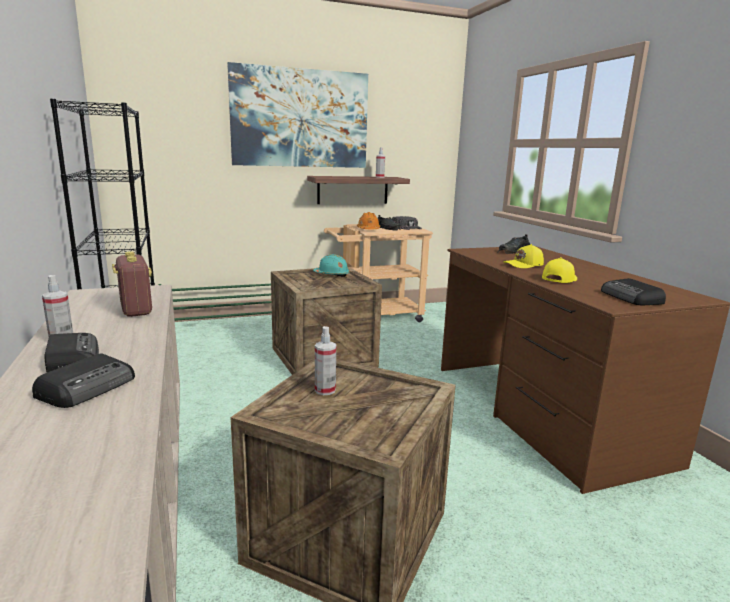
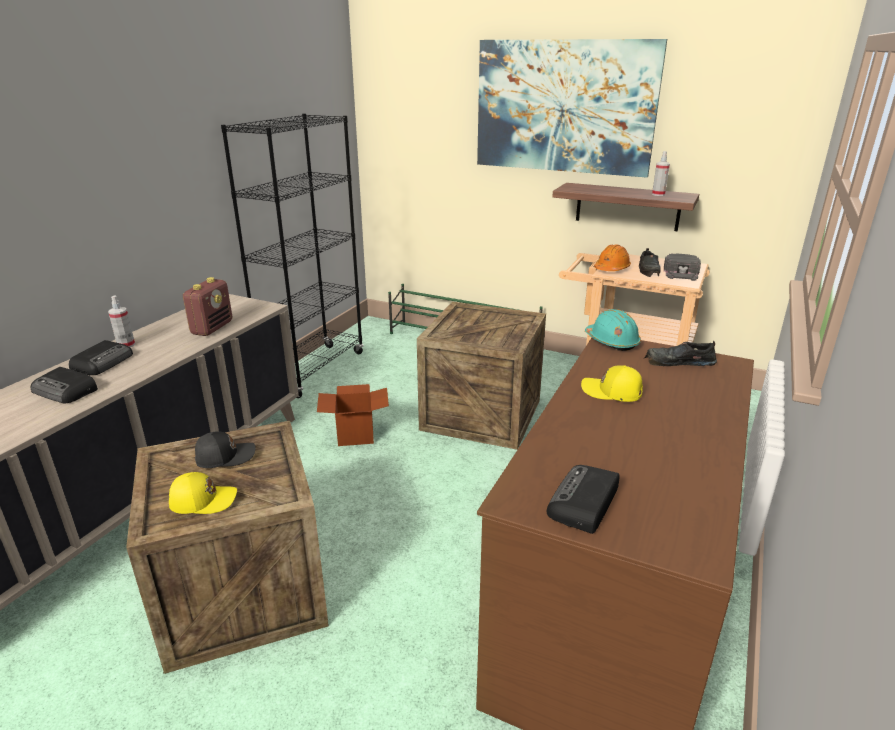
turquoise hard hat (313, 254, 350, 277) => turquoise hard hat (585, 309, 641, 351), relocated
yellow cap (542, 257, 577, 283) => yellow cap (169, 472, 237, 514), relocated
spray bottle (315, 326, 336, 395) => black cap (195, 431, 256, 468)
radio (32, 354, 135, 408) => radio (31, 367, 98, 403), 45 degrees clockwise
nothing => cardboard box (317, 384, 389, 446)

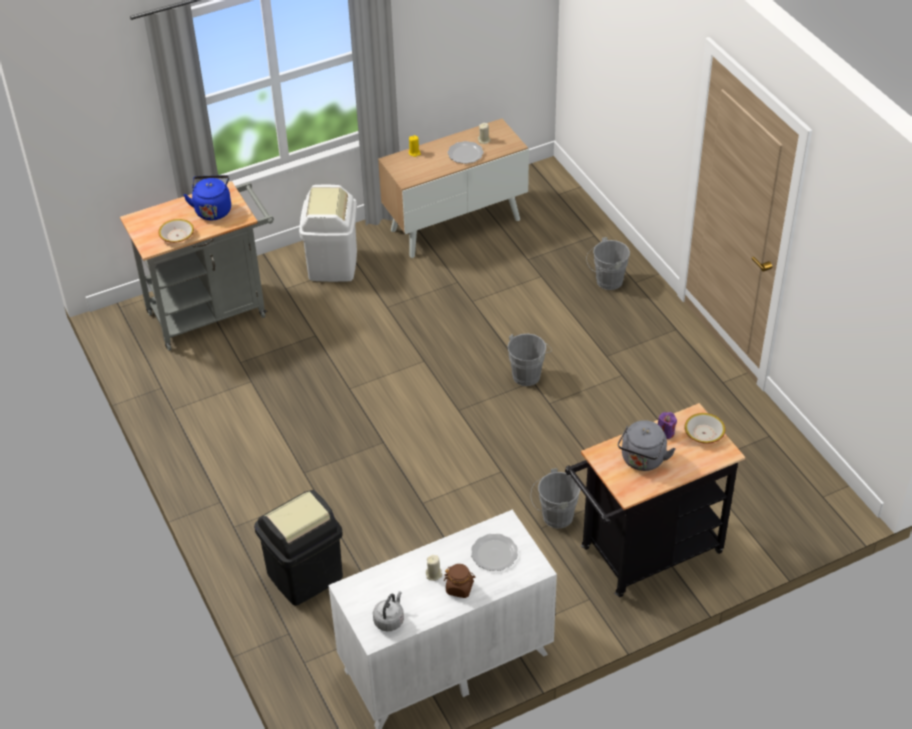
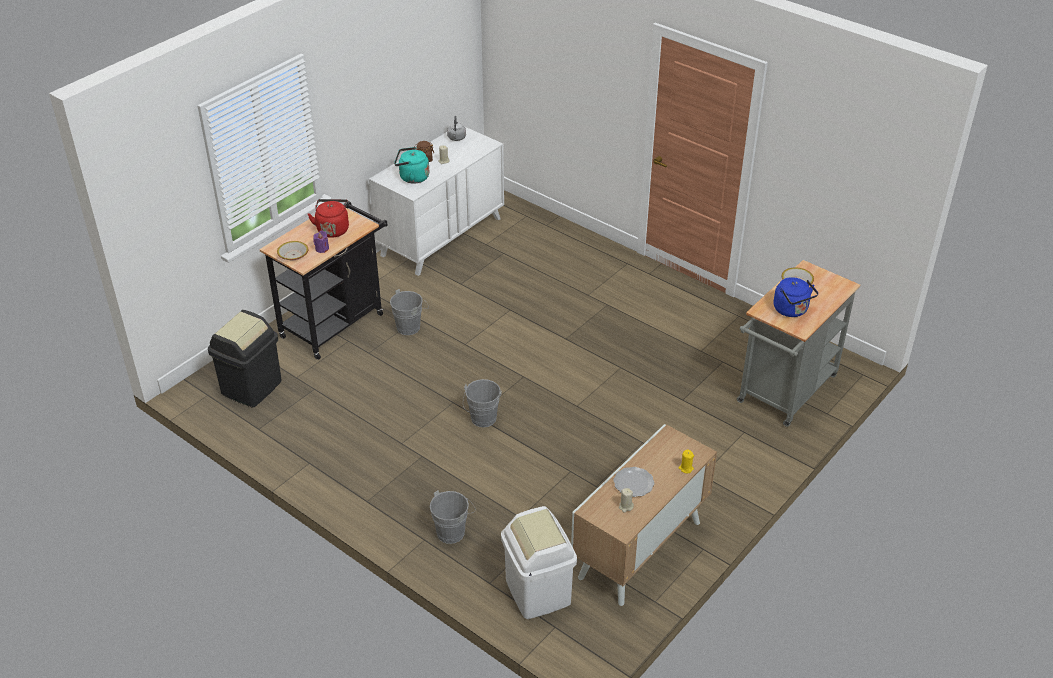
white trash can (299, 184, 357, 282) => white trash can (501, 506, 577, 619), relocated
grey kettle (618, 420, 676, 471) => red kettle (308, 199, 349, 238)
black trash can (254, 490, 343, 606) => black trash can (208, 310, 282, 408), relocated
plate (471, 534, 518, 571) => turquoise kettle (394, 147, 430, 184)

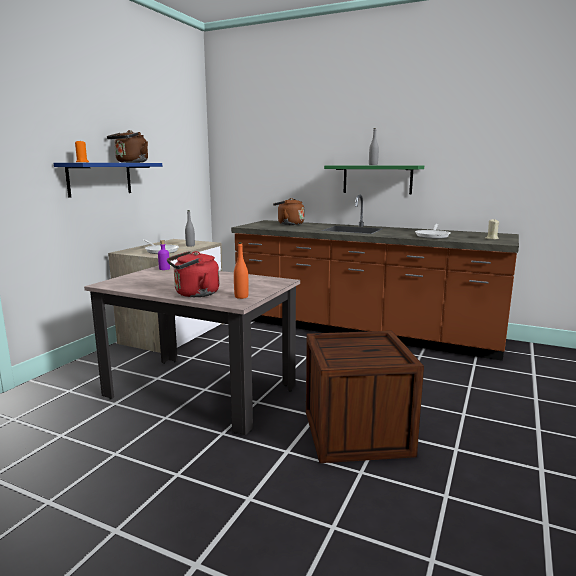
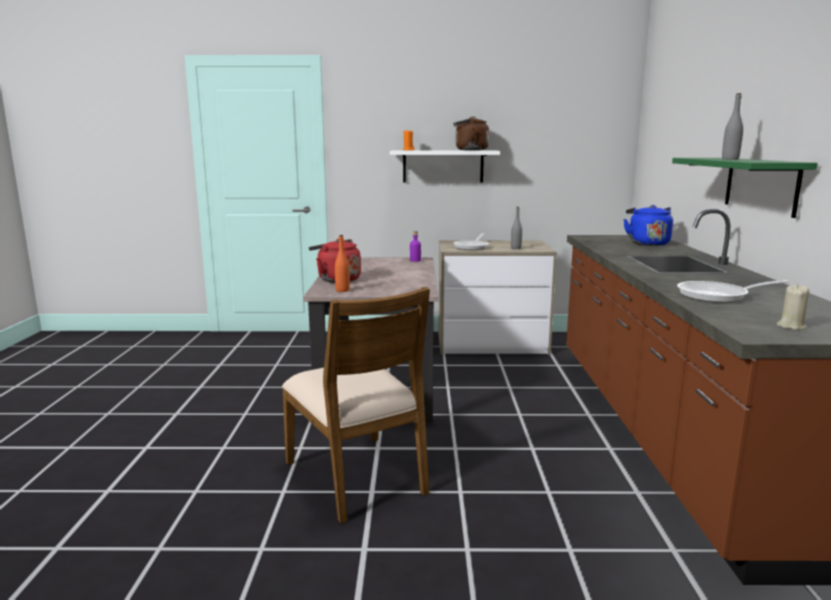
blue shelf (54, 163, 162, 198) => white shelf (390, 150, 500, 182)
brown kettle (273, 198, 304, 225) => blue kettle (623, 205, 673, 246)
crate (306, 331, 424, 463) => brown chair (282, 287, 430, 524)

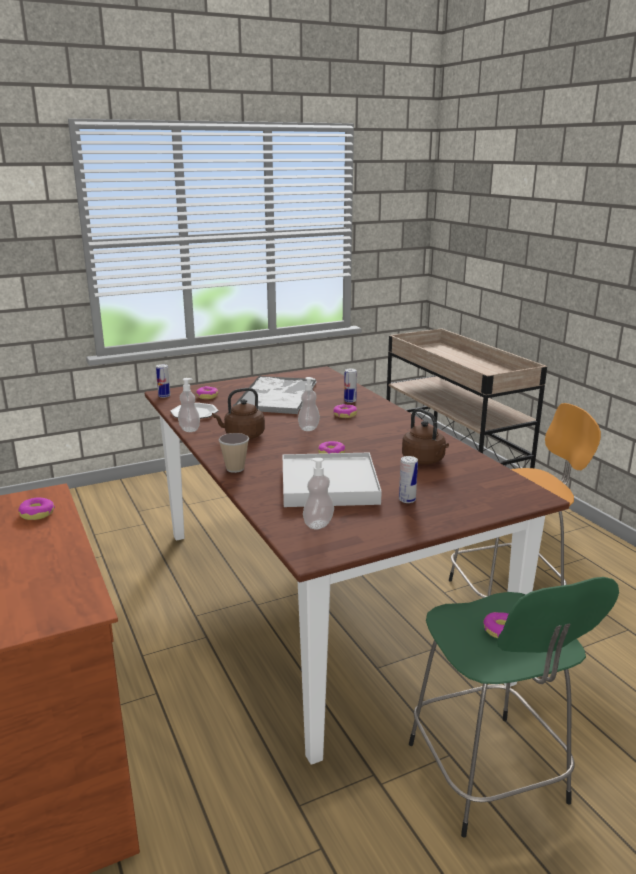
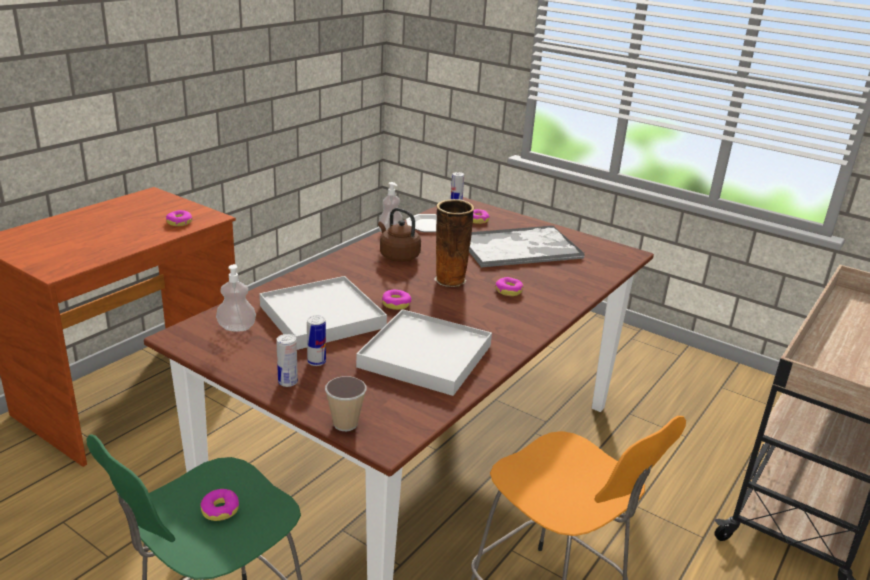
can (344, 369, 357, 403) => can (276, 334, 298, 387), relocated
soap dispenser (298, 377, 320, 431) => vase (434, 199, 474, 287)
brown kettle (402, 408, 449, 465) => white tray (356, 309, 492, 396)
cup (219, 433, 249, 473) => cup (325, 376, 366, 431), relocated

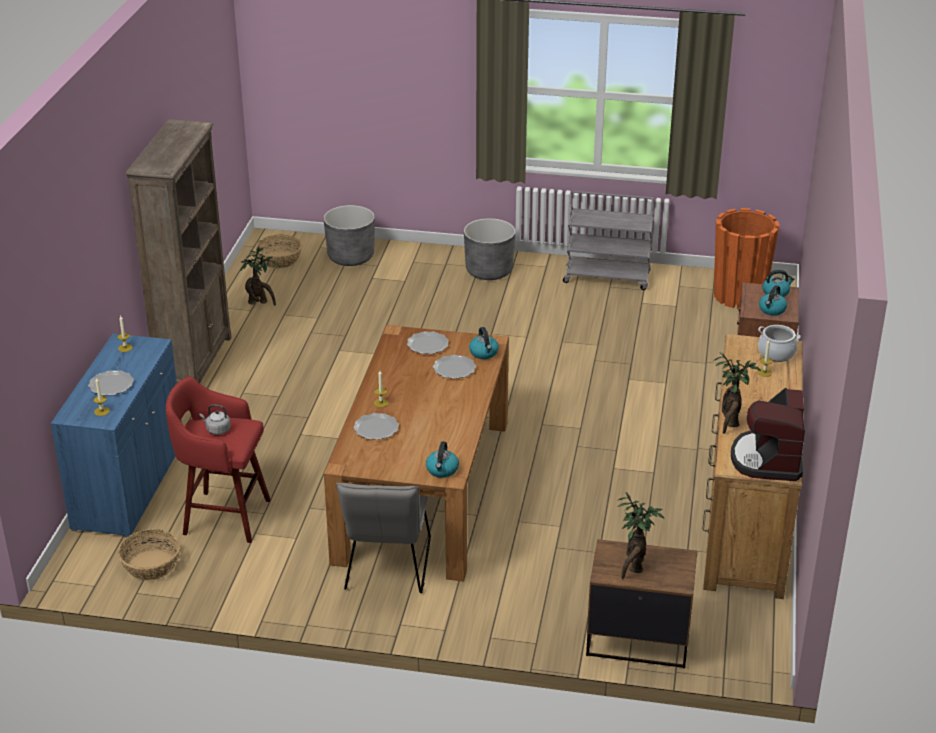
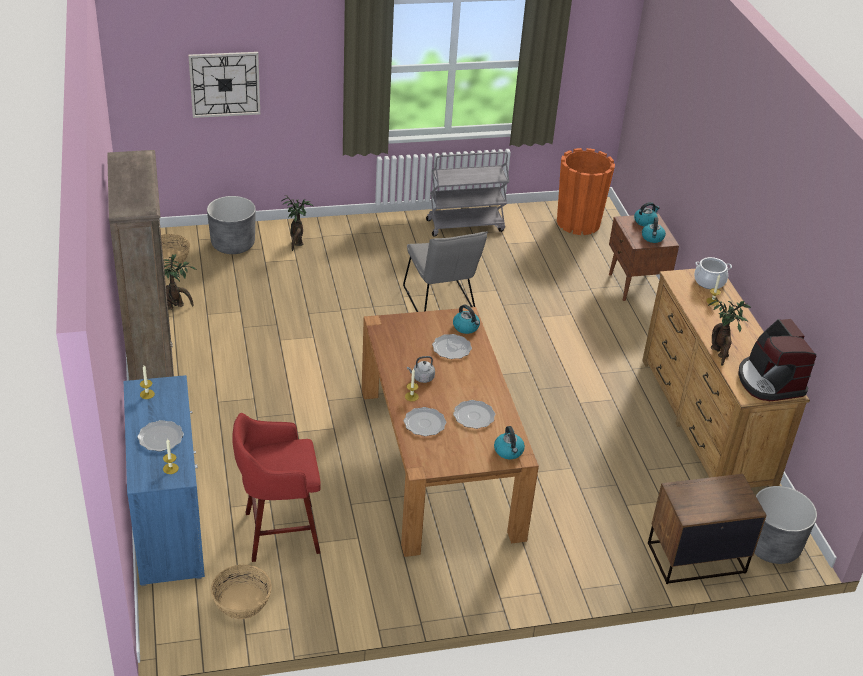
grey planter (464, 218, 516, 280) => grey planter (754, 486, 817, 564), relocated
plate (407, 331, 449, 354) => plate (453, 400, 495, 429), relocated
grey kettle (200, 405, 231, 435) => grey kettle (407, 356, 435, 383), relocated
grey chair (336, 483, 431, 593) => grey chair (403, 231, 488, 312), relocated
potted plant (618, 492, 664, 579) => potted plant (282, 195, 313, 251), relocated
nothing => wall clock (188, 52, 260, 118)

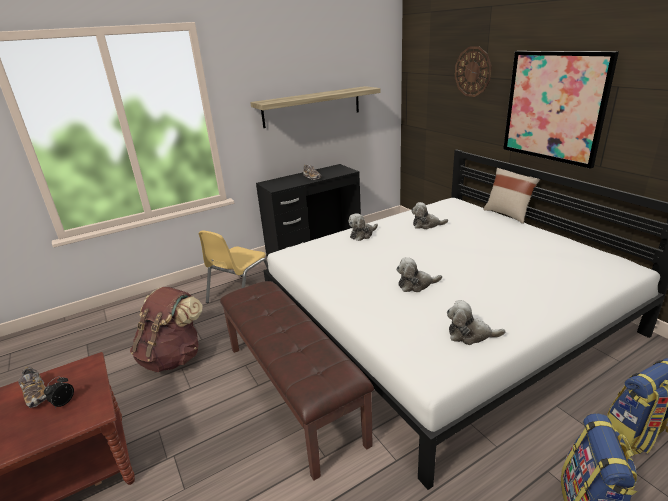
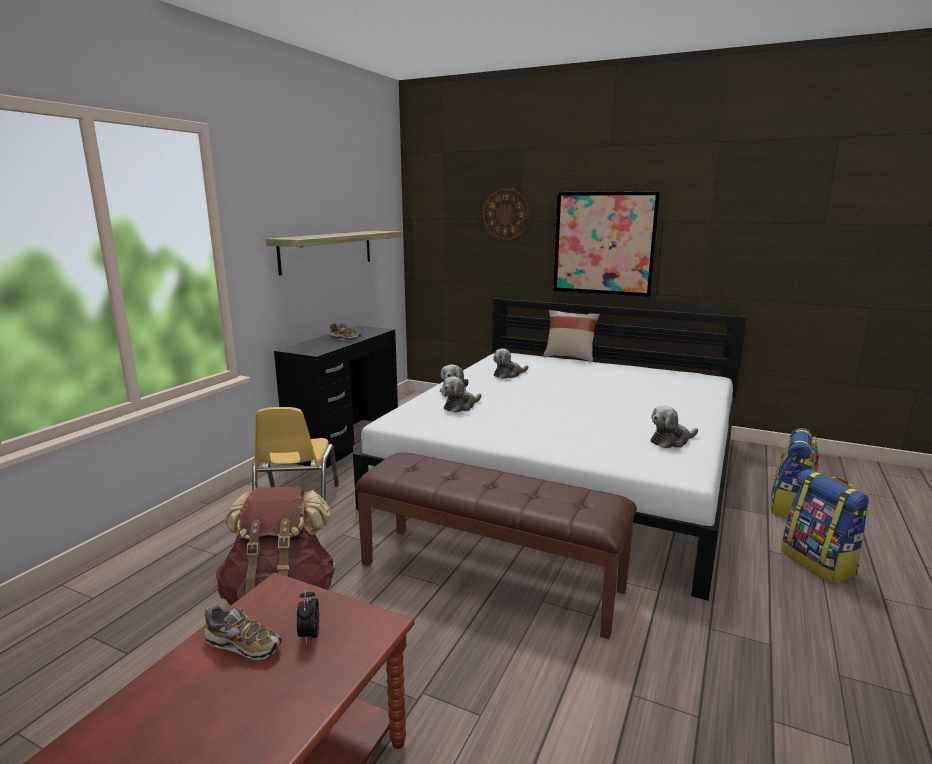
plush toy (396, 257, 442, 292) => plush toy (443, 376, 482, 413), relocated

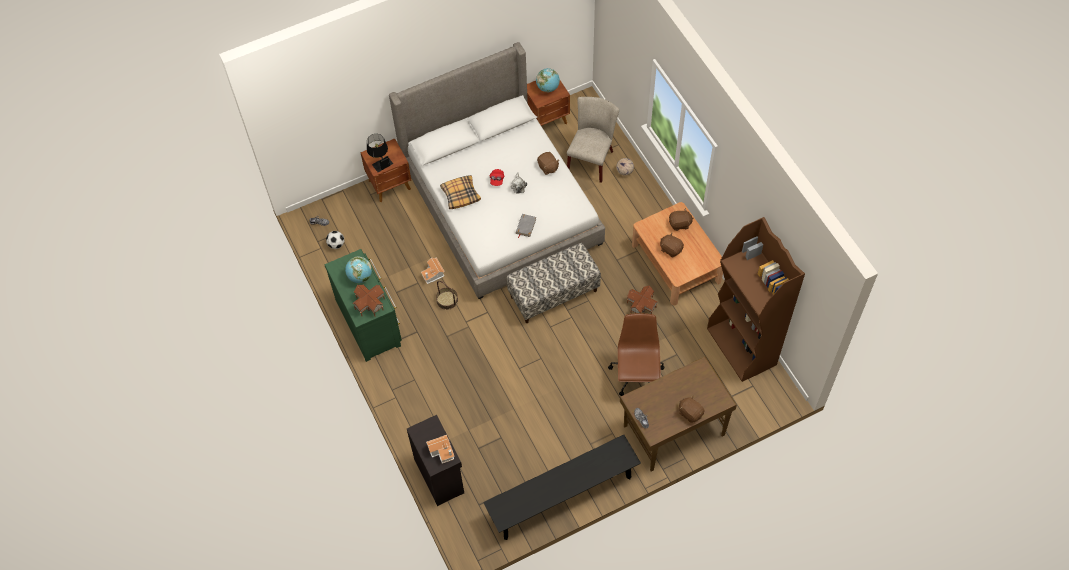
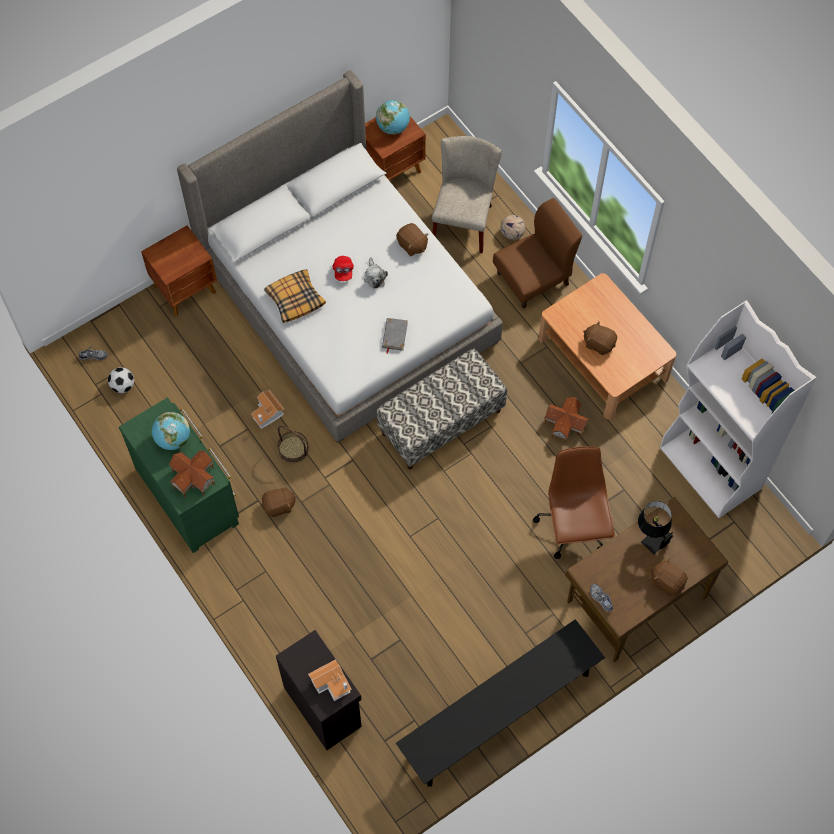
black table lamp (367, 134, 393, 172) => black table lamp (638, 501, 674, 554), relocated
brown plush toy (669, 208, 694, 231) => brown plush toy (262, 484, 297, 517), relocated
brown bookcase (707, 217, 805, 382) => white bookcase (660, 300, 816, 518)
nothing => brown chair (493, 198, 582, 309)

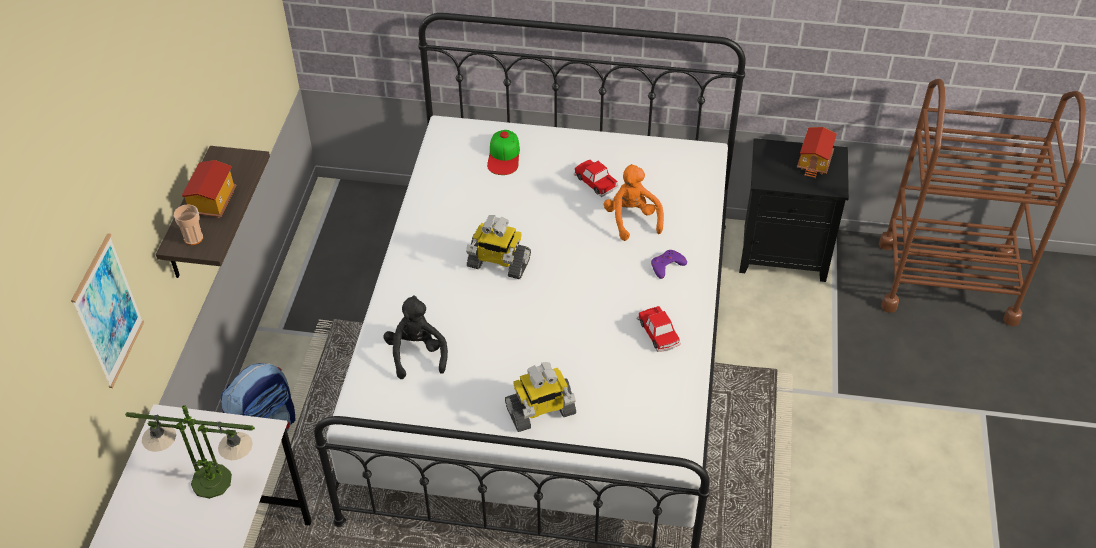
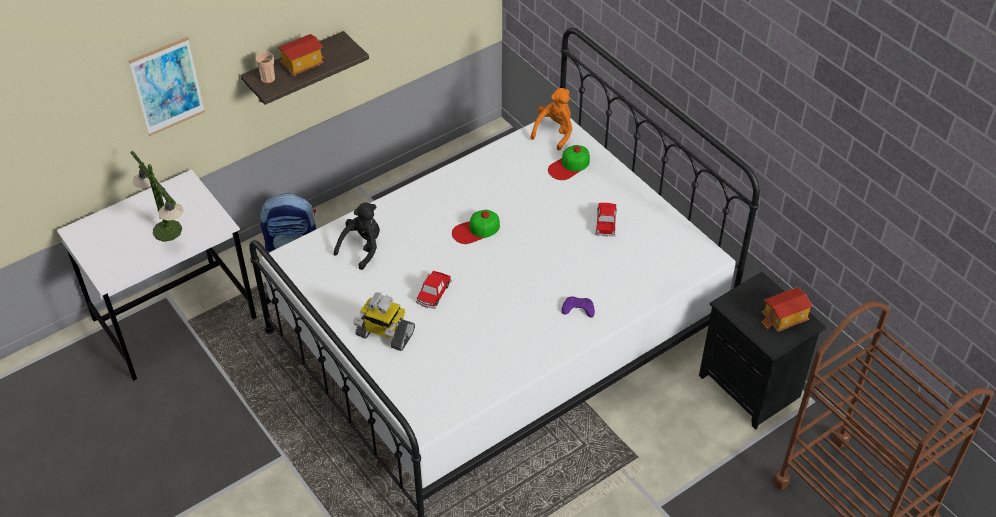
orange plush toy (604, 164, 664, 241) => orange plush toy (530, 88, 572, 150), relocated
toy robot (466, 215, 531, 279) => cap (452, 210, 500, 244)
toy car (637, 306, 680, 352) => toy car (416, 271, 452, 309), relocated

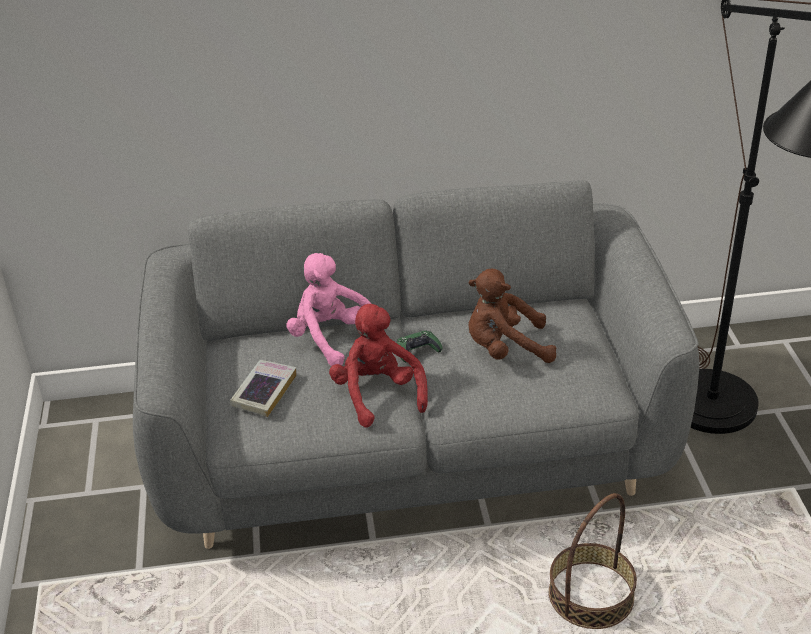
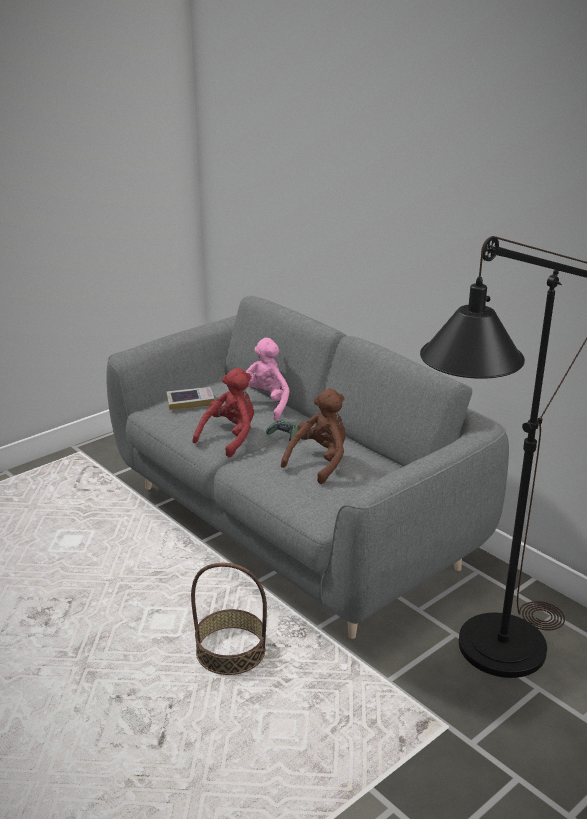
brown plush toy (468, 268, 556, 363) => brown plush toy (281, 389, 346, 484), 75 degrees clockwise

